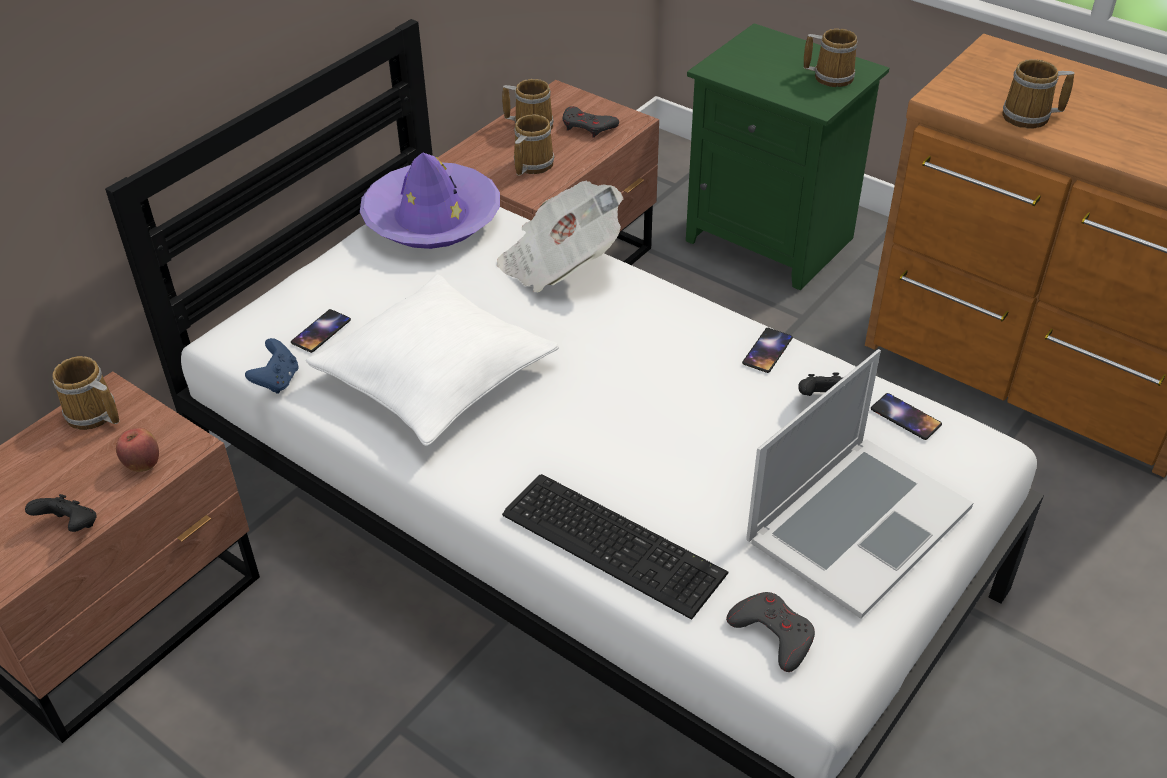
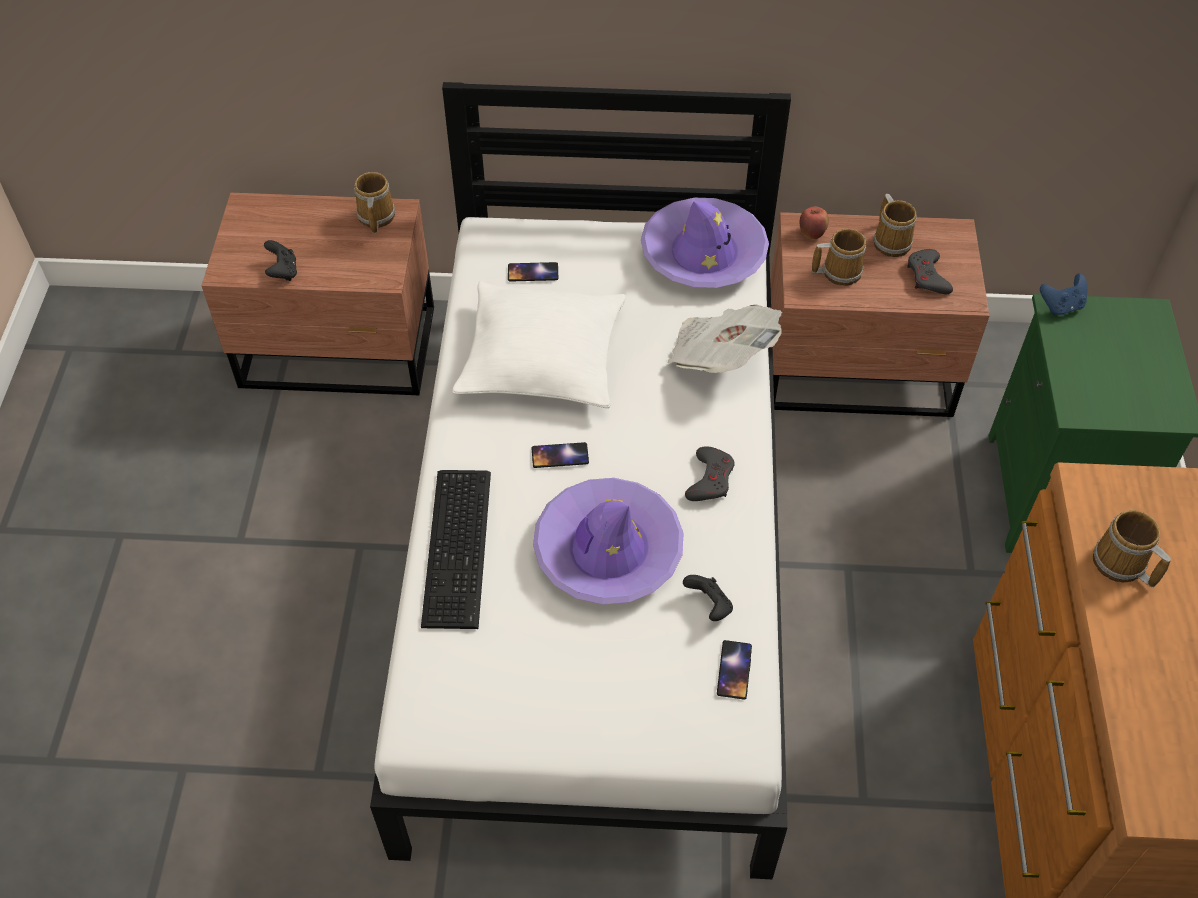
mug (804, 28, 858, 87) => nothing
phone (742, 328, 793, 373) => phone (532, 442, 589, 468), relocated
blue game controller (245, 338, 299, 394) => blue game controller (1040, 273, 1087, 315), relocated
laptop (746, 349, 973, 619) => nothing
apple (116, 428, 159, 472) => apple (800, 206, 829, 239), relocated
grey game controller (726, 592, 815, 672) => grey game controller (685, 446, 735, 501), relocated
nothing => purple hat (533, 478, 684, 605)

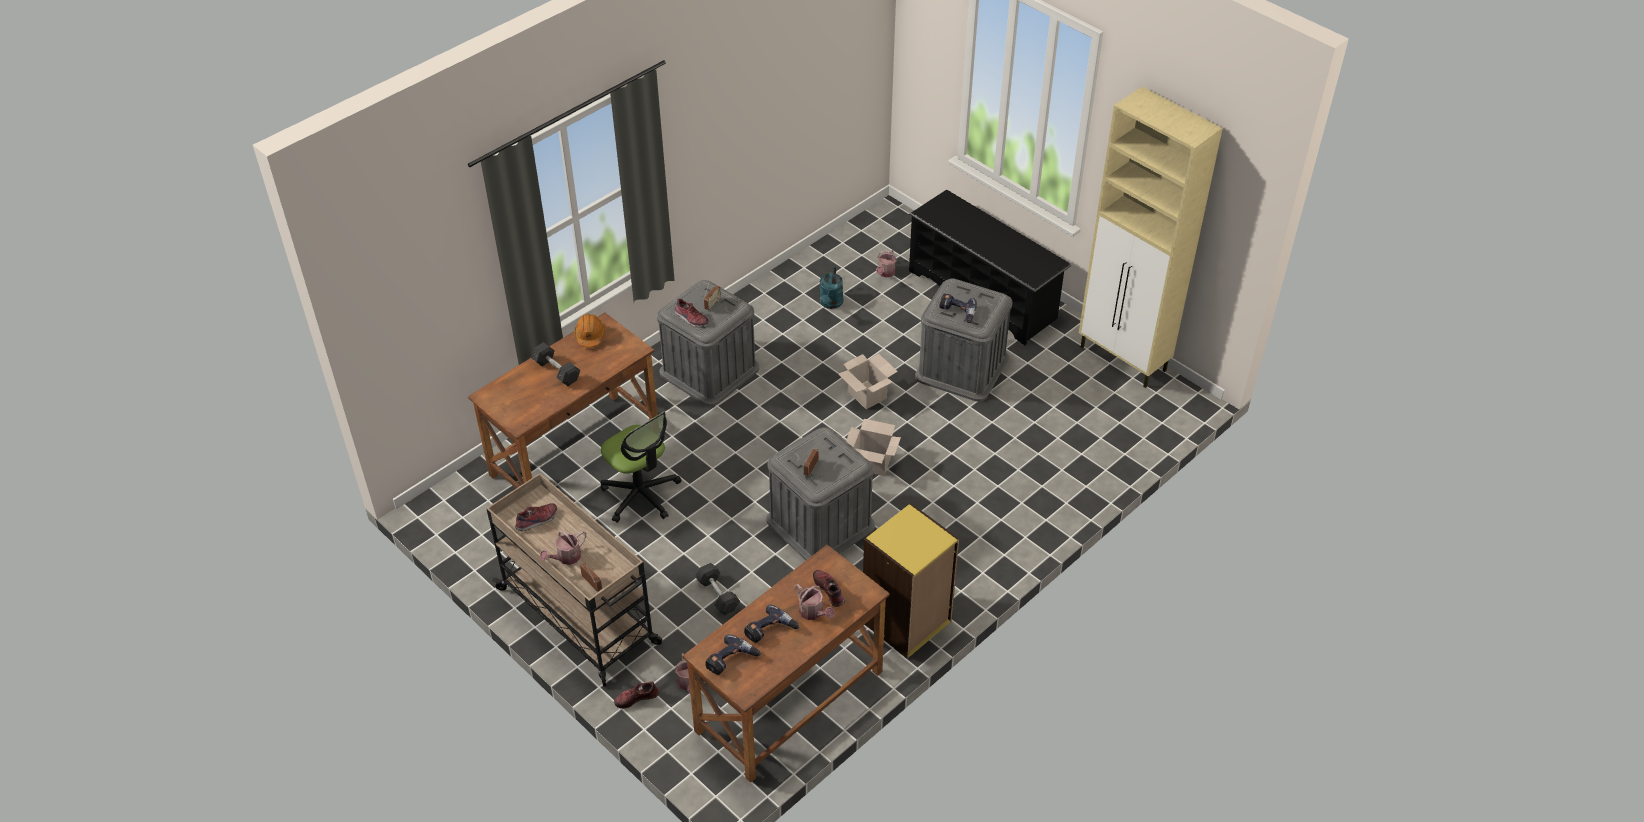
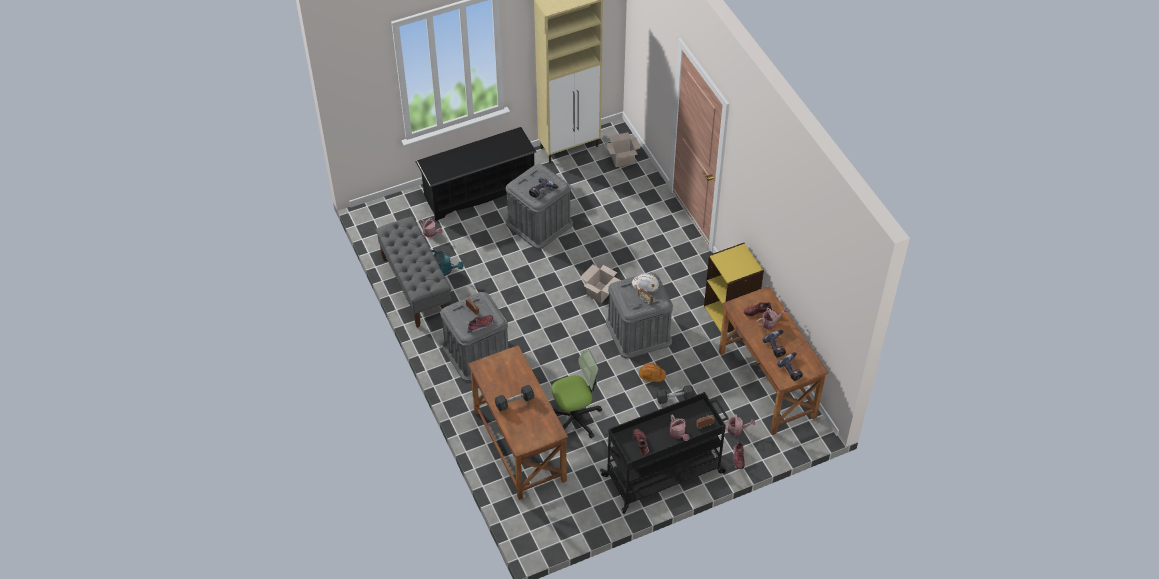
orange hard hat (575, 314, 605, 348) => orange hard hat (639, 363, 666, 382), relocated
cardboard box (838, 354, 898, 409) => cardboard box (606, 132, 640, 167), relocated
beige cart (486, 473, 662, 687) => black cart (600, 392, 729, 514)
nothing => grey bench (376, 217, 451, 328)
nothing => white hard hat (632, 273, 659, 292)

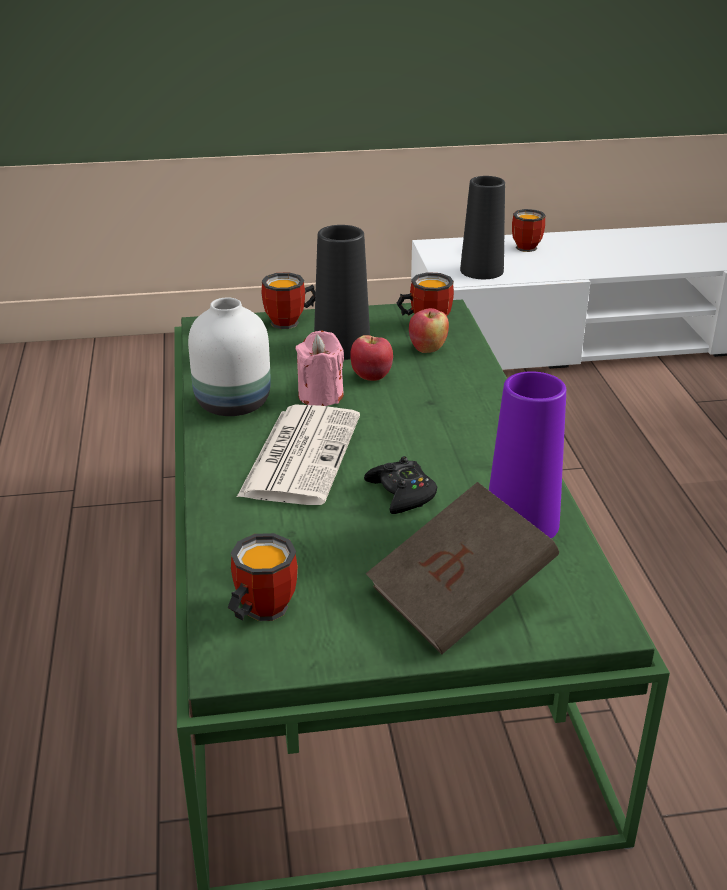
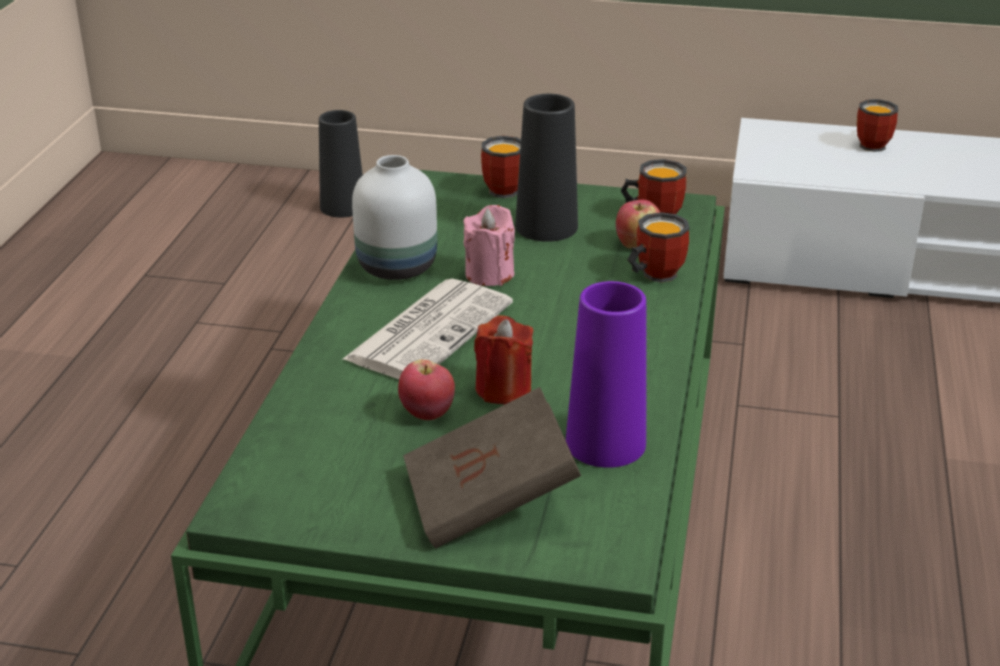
black vase (460, 176, 505, 279) => black vase (319, 110, 363, 218), relocated
apple (350, 335, 393, 381) => apple (398, 359, 455, 420), relocated
black game controller (364, 456, 437, 514) => red candle (474, 315, 533, 404)
mug (227, 533, 298, 621) => mug (627, 212, 689, 283), relocated

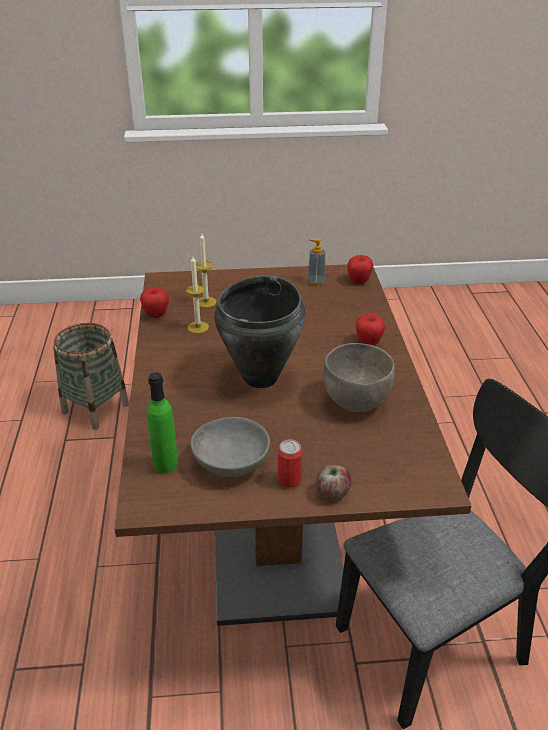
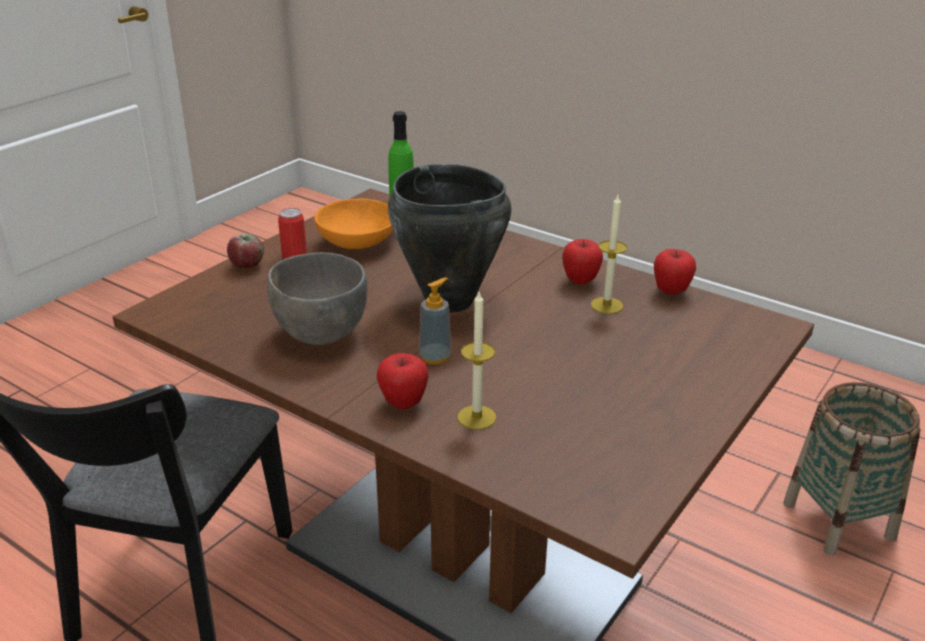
candle (196, 233, 216, 308) => candle (458, 292, 496, 430), relocated
soap dispenser (308, 239, 326, 285) => soap dispenser (419, 277, 452, 365), relocated
apple (347, 255, 373, 284) => apple (562, 239, 603, 284), relocated
grey bowl (190, 417, 270, 477) => orange bowl (314, 199, 393, 249)

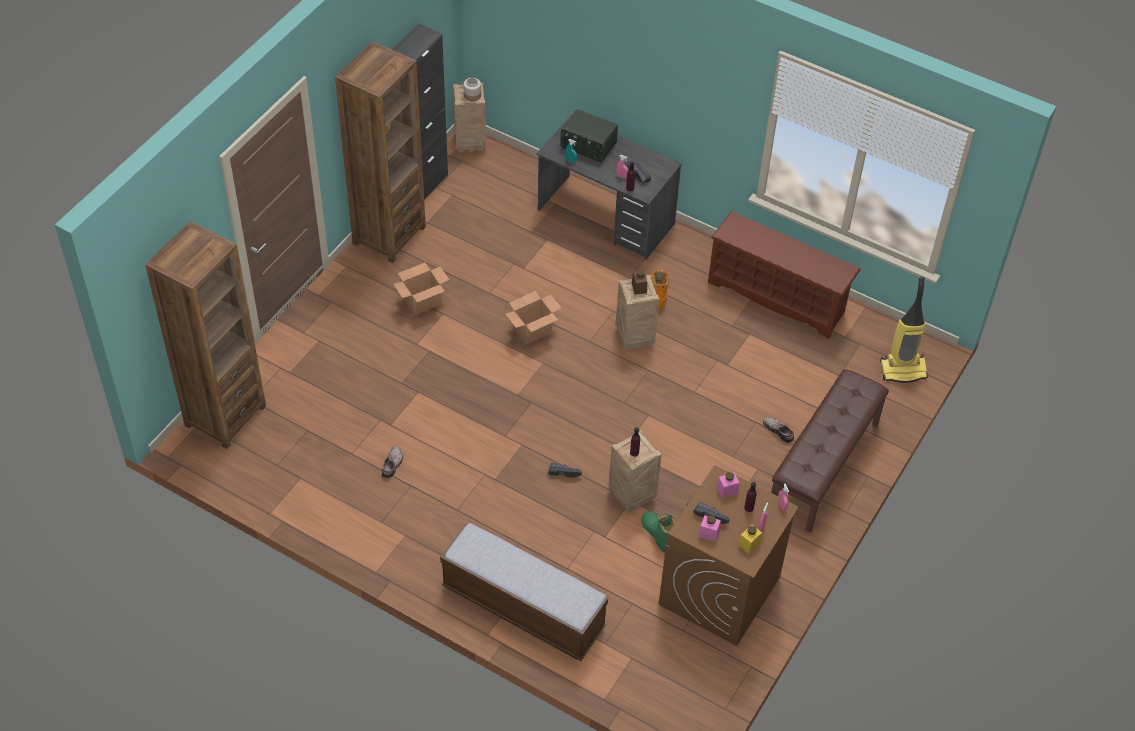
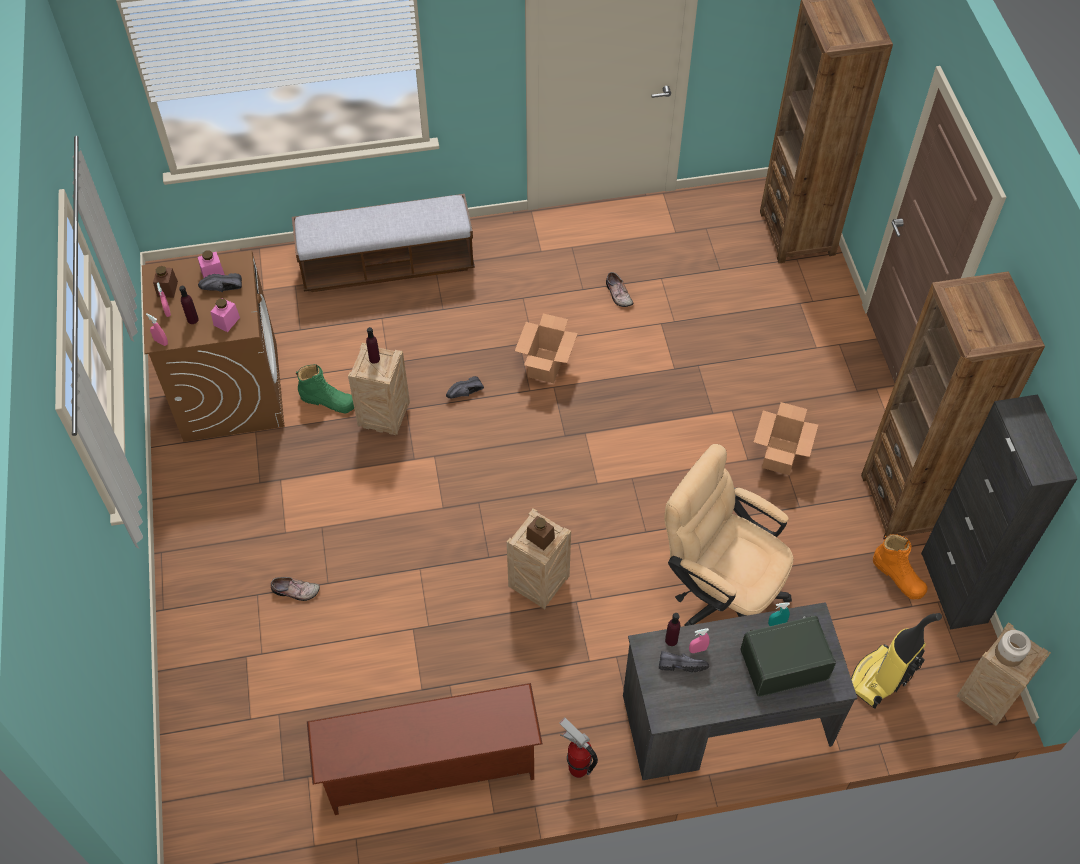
orange boot (651, 270, 669, 309) => orange boot (873, 534, 928, 600), relocated
vacuum cleaner (880, 277, 928, 383) => vacuum cleaner (851, 613, 942, 708), relocated
cardboard box (506, 291, 561, 345) => cardboard box (515, 314, 578, 383), relocated
brown bench (771, 369, 889, 533) => nothing
yellow jar (738, 525, 762, 554) => brown jar (153, 266, 178, 298)
nothing => beige office chair (664, 444, 793, 626)
nothing => fire extinguisher (559, 718, 598, 778)

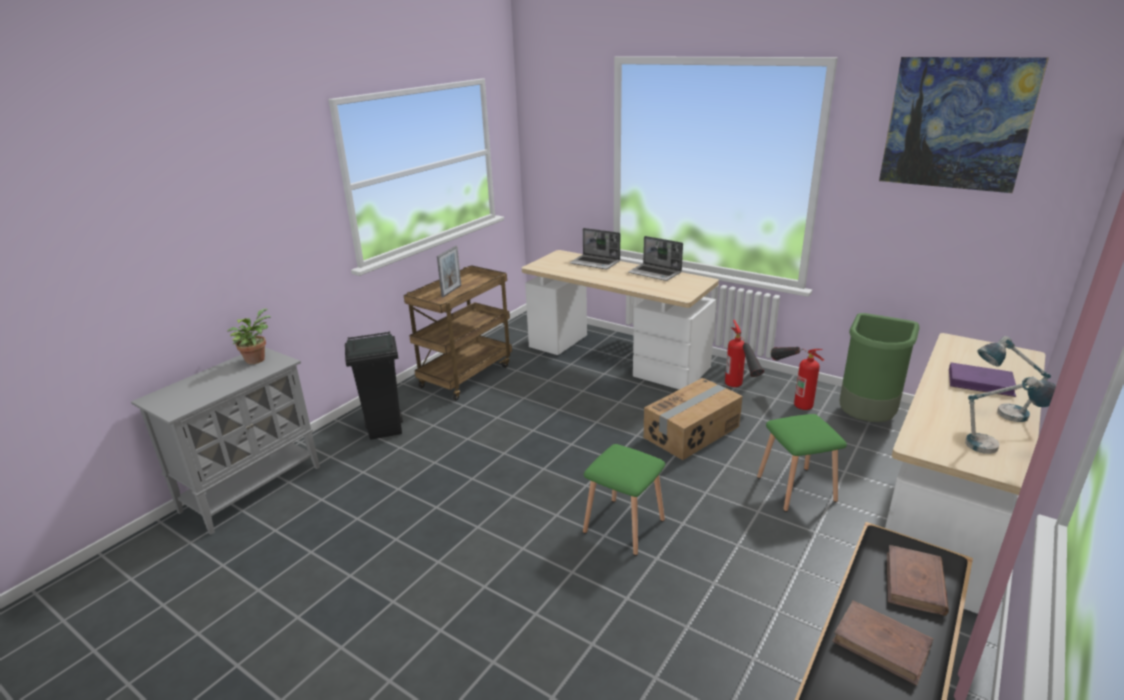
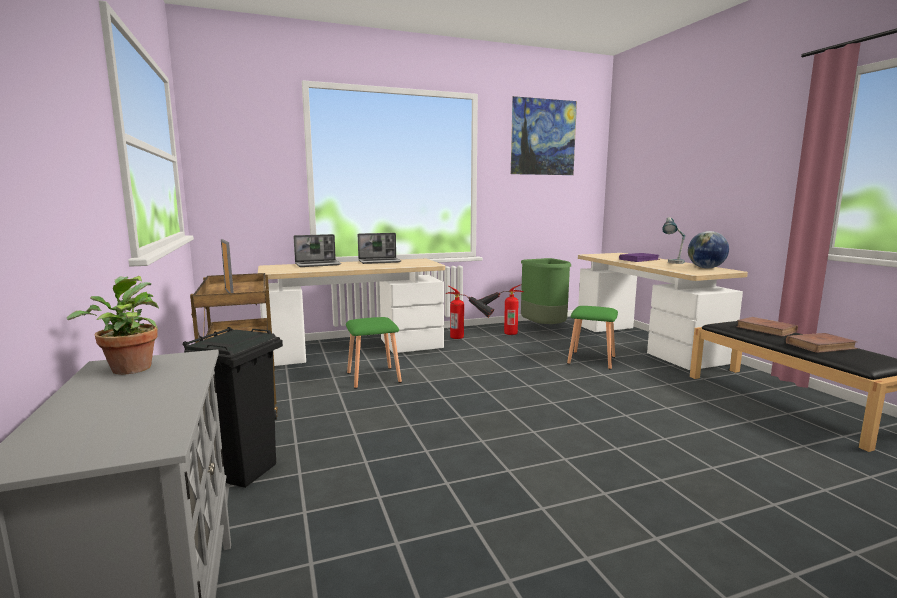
table lamp (965, 377, 1056, 454) => globe (688, 231, 729, 269)
cardboard box (644, 378, 743, 460) => nothing
green stool (583, 444, 665, 556) => green stool (346, 317, 402, 389), relocated

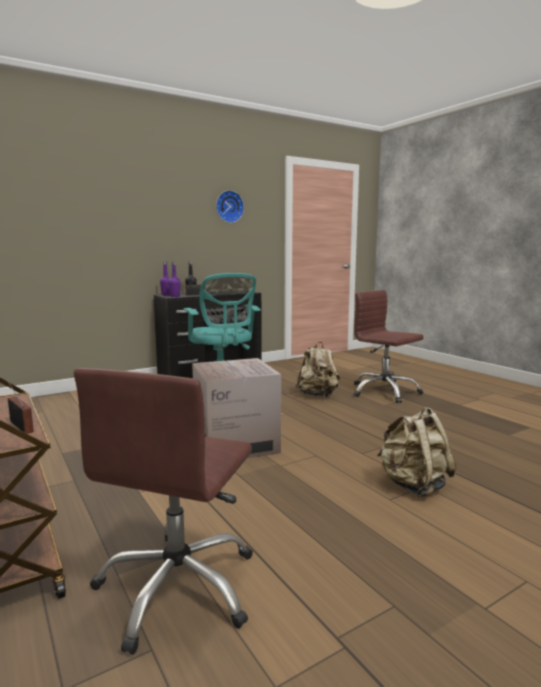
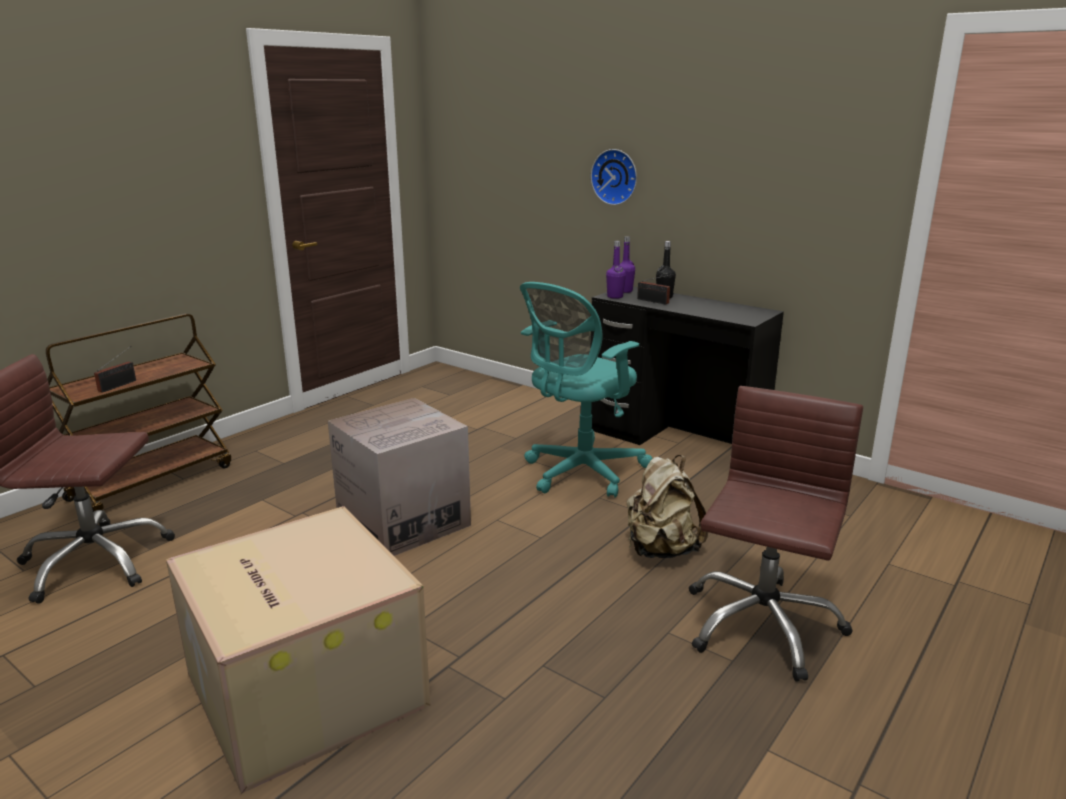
wall clock (216, 190, 244, 223) => wall clock (591, 149, 637, 205), relocated
beige backpack (377, 407, 457, 497) => cardboard box (166, 506, 430, 794)

